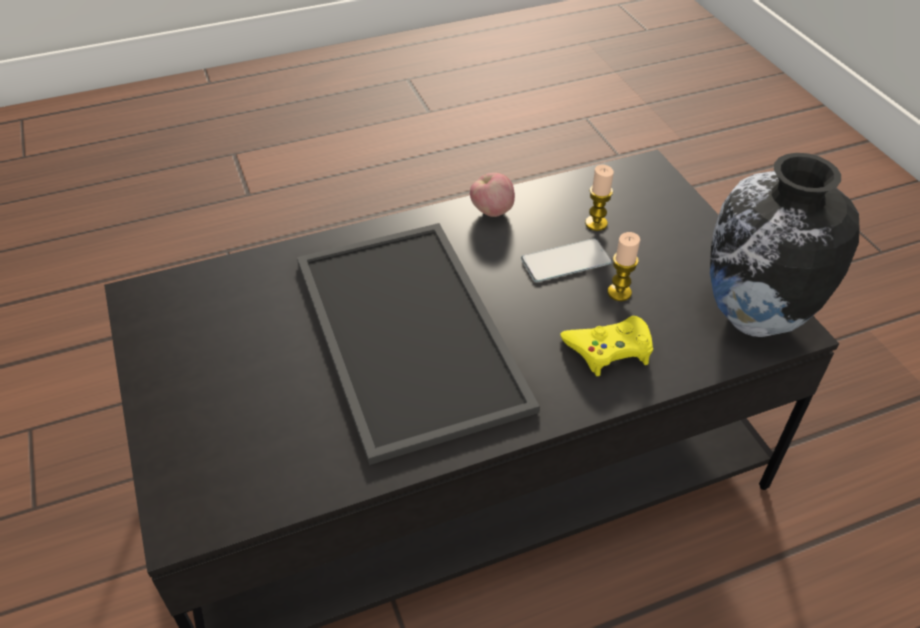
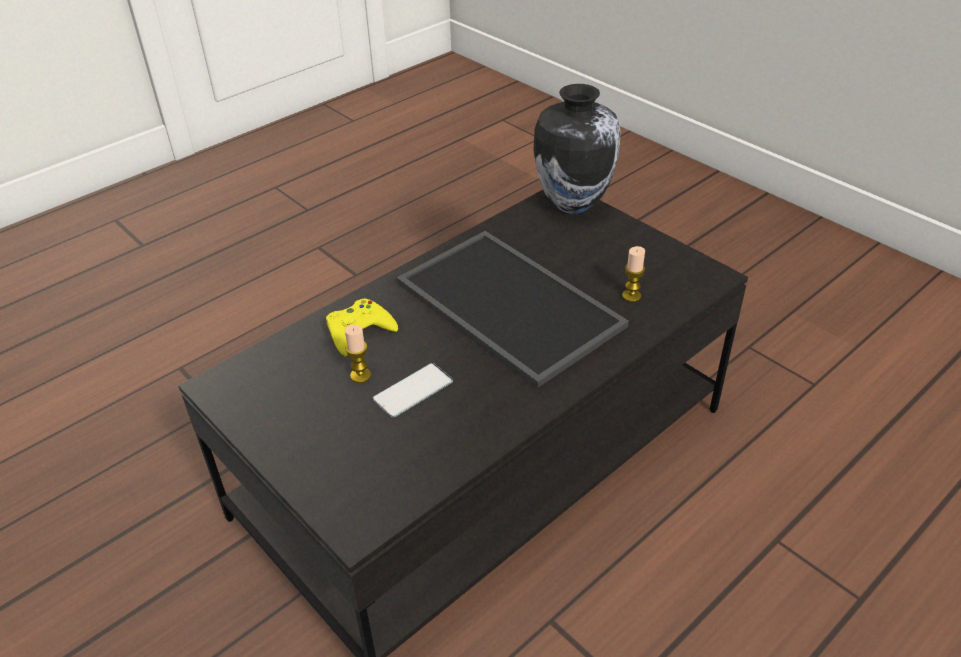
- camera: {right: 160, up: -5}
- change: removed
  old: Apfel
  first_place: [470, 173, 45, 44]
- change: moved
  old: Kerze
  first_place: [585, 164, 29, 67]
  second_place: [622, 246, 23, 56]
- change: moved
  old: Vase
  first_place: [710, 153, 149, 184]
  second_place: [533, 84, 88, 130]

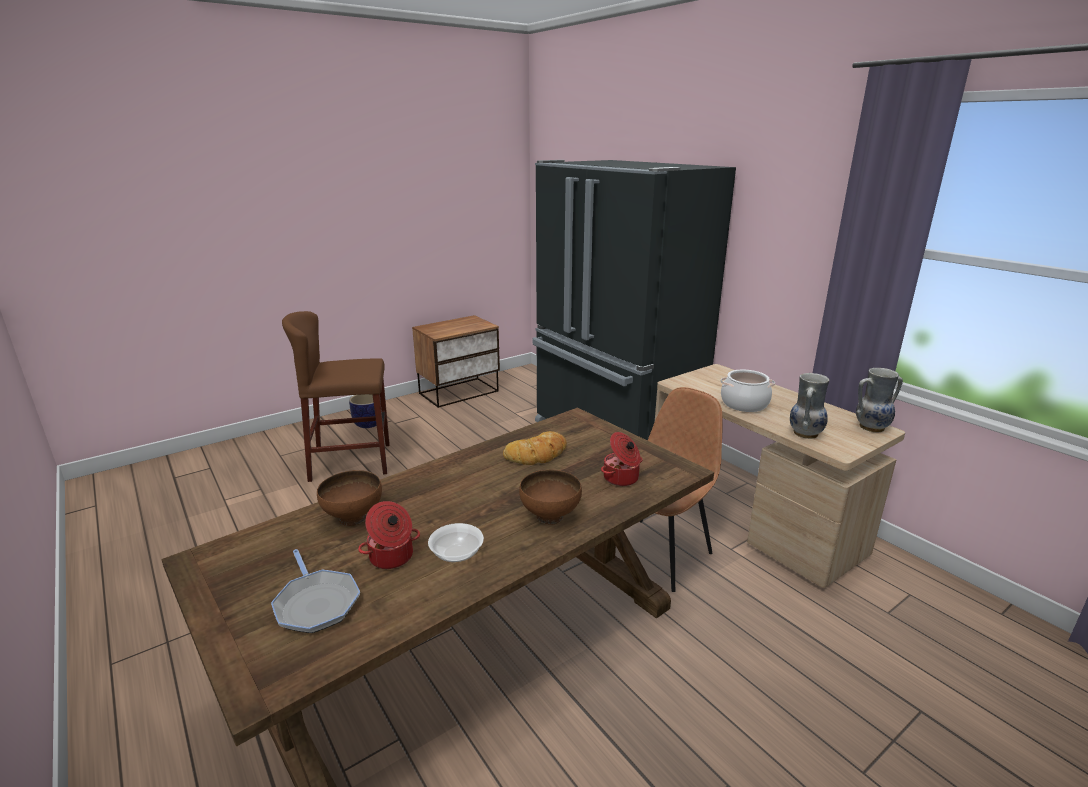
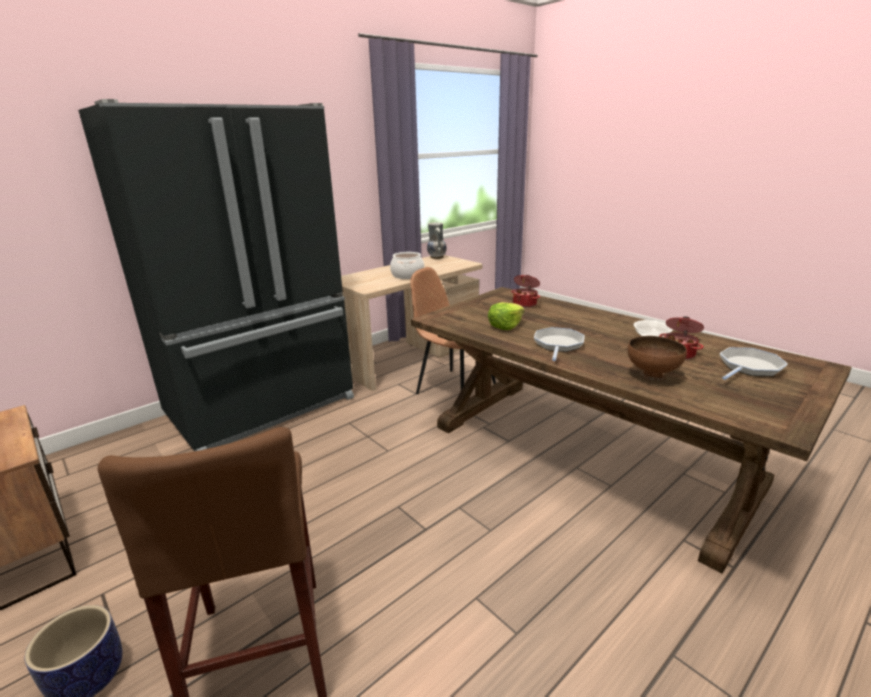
- camera: {right: -95, up: 0}
- change: replaced
  old: Brot
  new: Salatkopf
  first_place: [503, 431, 64, 34]
  second_place: [488, 302, 37, 28]
- change: removed
  old: Schüssel [braun]
  first_place: [519, 470, 63, 55]
- change: removed
  old: Vase
  first_place: [790, 373, 39, 66]
- change: added
  new: Pfanne
  second_place: [534, 327, 51, 34]

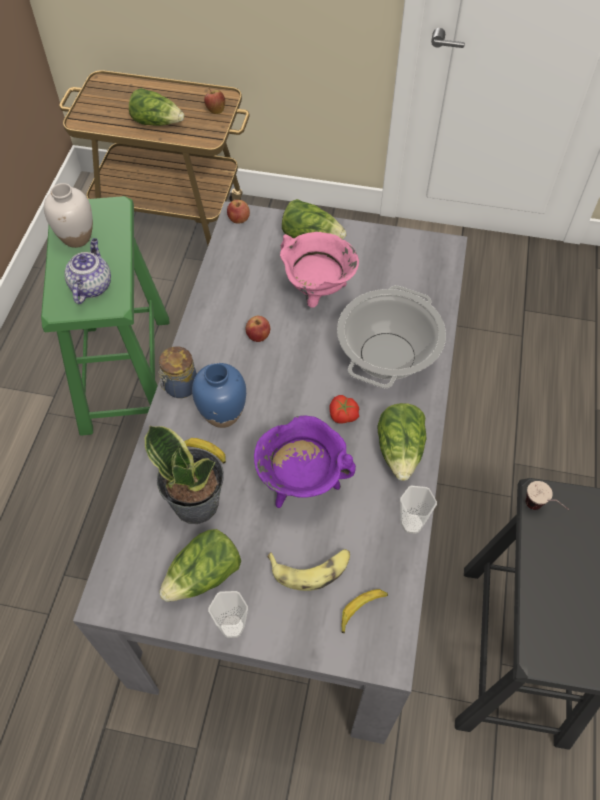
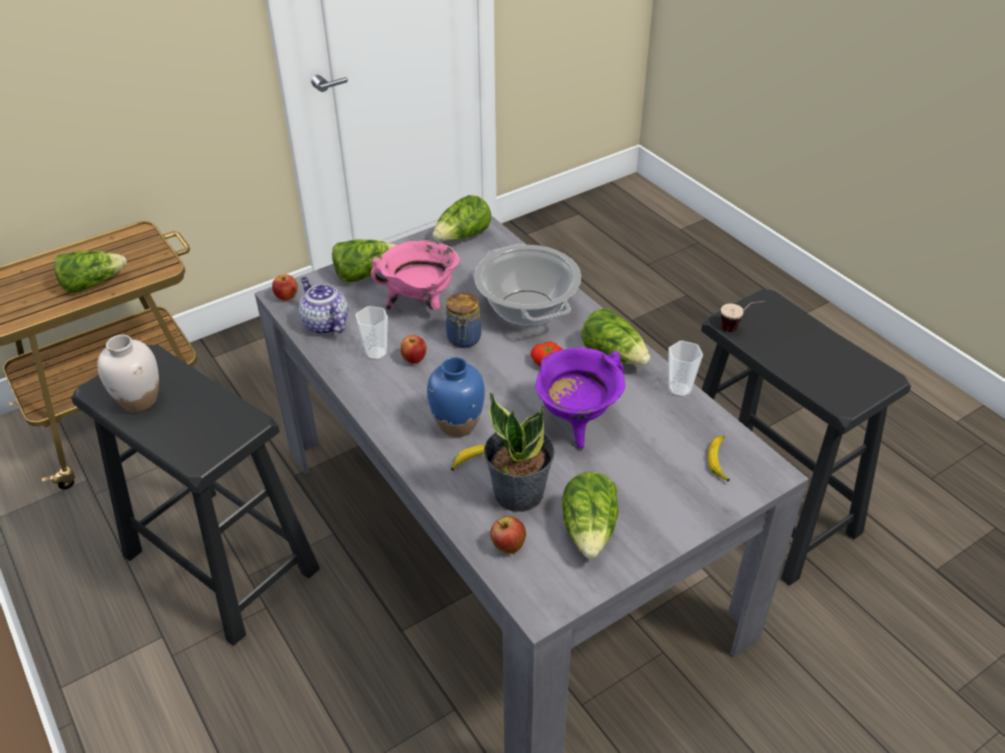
- camera: {right: -45, up: -15}
- change: recoloured
  old: Hocker [grün]
  new: Hocker [schwarz]
  first_place: [41, 196, 128, 240]
  second_place: [71, 345, 249, 300]
- change: moved
  old: Teekanne
  first_place: [64, 238, 47, 66]
  second_place: [299, 277, 49, 57]
- change: moved
  old: Vorratsglas
  first_place: [158, 347, 39, 51]
  second_place: [446, 292, 35, 56]
- change: moved
  old: Apfel
  first_place: [204, 87, 21, 27]
  second_place: [490, 516, 36, 38]
- change: moved
  old: Tasse
  first_place: [208, 591, 40, 47]
  second_place: [355, 306, 33, 55]
- change: removed
  old: Banane
  first_place: [268, 549, 82, 42]
- change: added
  new: Salatkopf
  second_place: [433, 195, 58, 46]

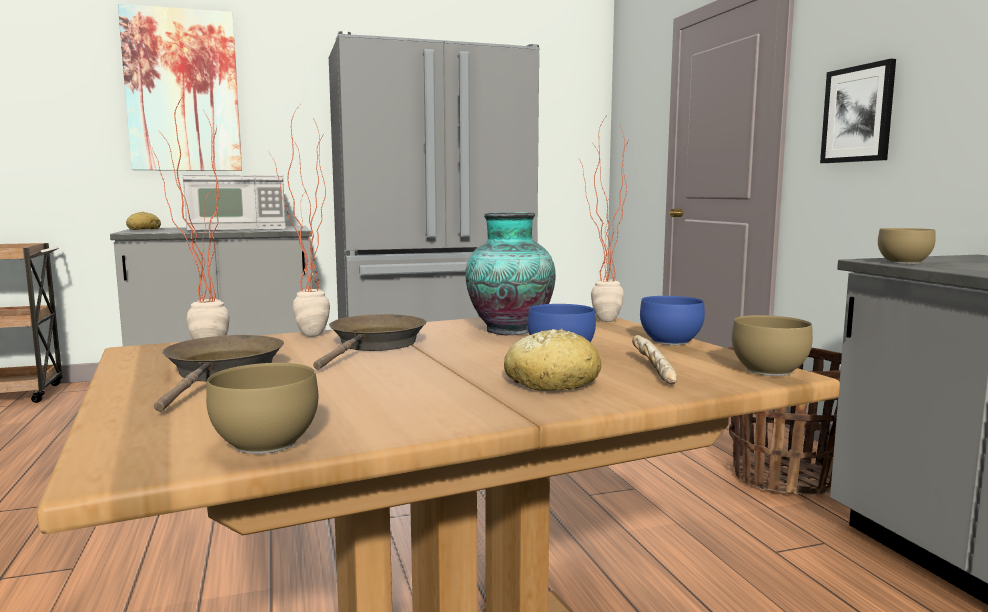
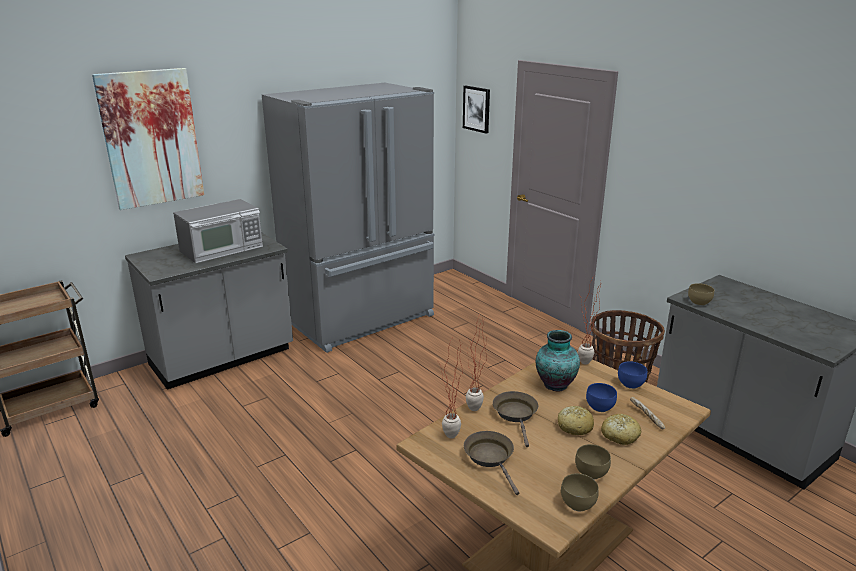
- camera: {right: -20, up: 15}
- change: moved
  old: Brot
  first_place: [126, 212, 35, 18]
  second_place: [558, 406, 36, 29]
- change: moved
  old: Schüssel [braun]
  first_place: [732, 315, 81, 61]
  second_place: [575, 444, 36, 35]
- change: moved
  old: Bild
  first_place: [820, 59, 76, 104]
  second_place: [463, 85, 27, 49]

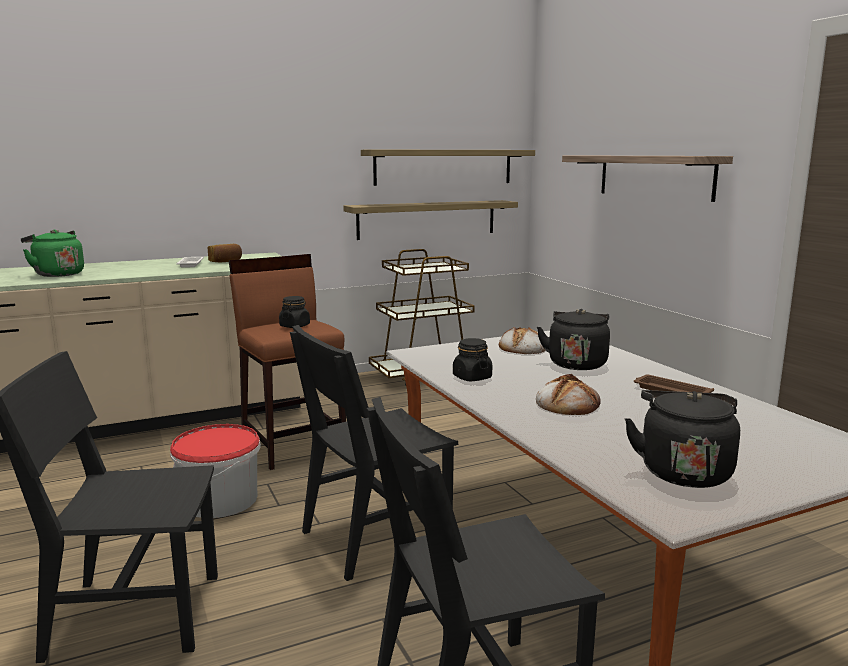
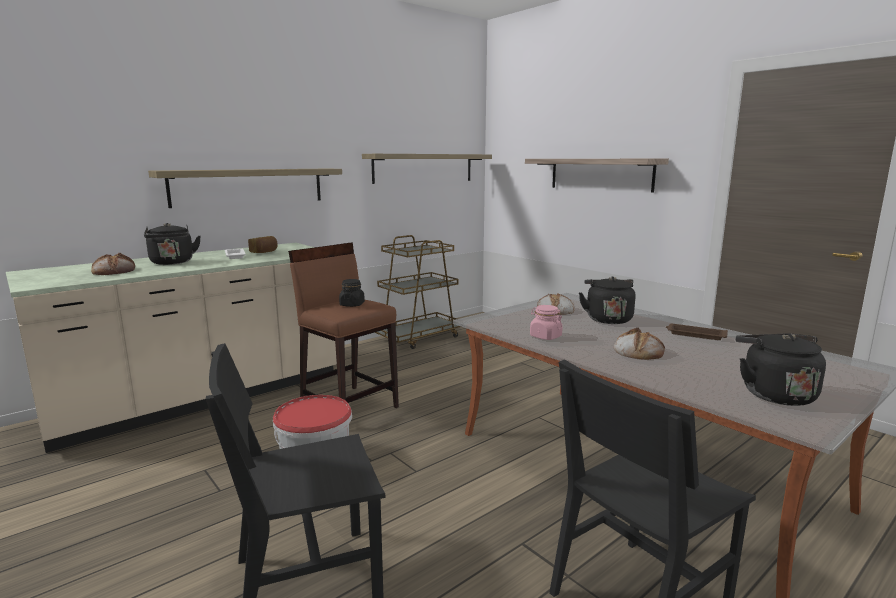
- camera: {right: -15, up: 0}
- change: replaced
  old: Wasserkessel [grün]
  new: Brot
  first_place: [21, 229, 63, 48]
  second_place: [91, 253, 44, 22]
- change: removed
  old: Stuhl [schwarz]
  first_place: [290, 325, 168, 256]
- change: moved
  old: Wandregal
  first_place: [344, 200, 174, 40]
  second_place: [148, 168, 194, 40]
- change: recoloured
  old: Vorratsglas [schwarz]
  new: Vorratsglas [rosa]
  first_place: [453, 338, 39, 43]
  second_place: [530, 305, 33, 35]
- change: added
  new: Wasserkessel [schwarz]
  second_place: [144, 223, 57, 42]

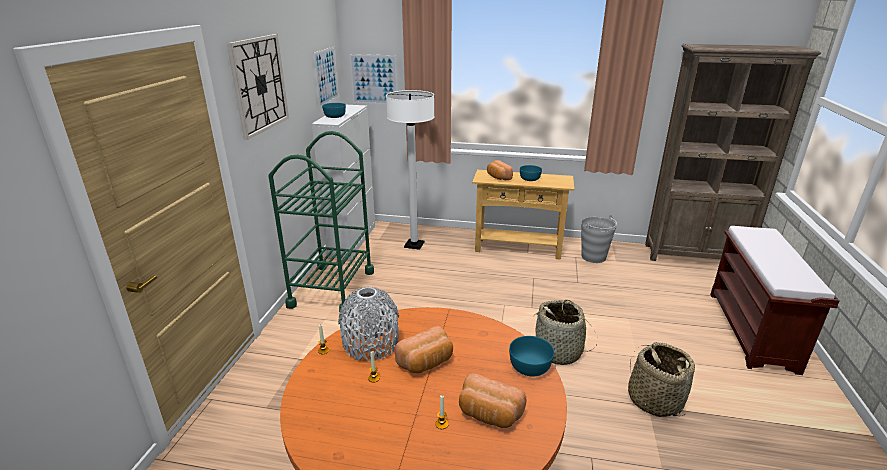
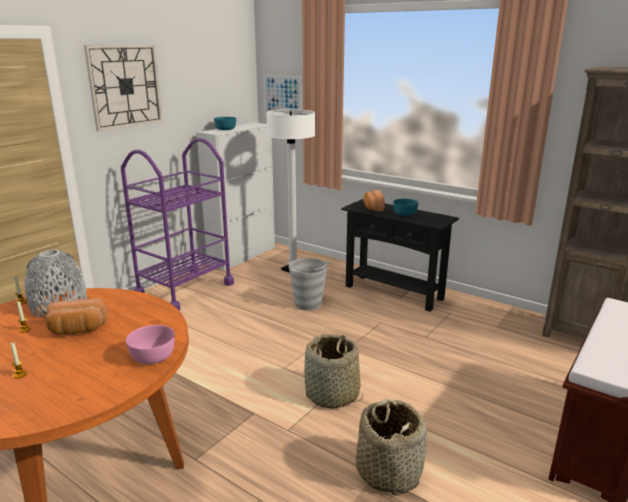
- camera: {right: 25, up: -5}
- change: recoloured
  old: Rollwagen [grün]
  new: Rollwagen [lila]
  first_place: [268, 131, 106, 182]
  second_place: [121, 138, 113, 173]
- change: removed
  old: Bild
  first_place: [313, 47, 26, 61]
- change: removed
  old: Brot
  first_place: [459, 373, 67, 55]
- change: recoloured
  old: Konsolentisch [beige]
  new: Konsolentisch [schwarz]
  first_place: [472, 170, 102, 90]
  second_place: [341, 199, 118, 113]
- change: recoloured
  old: Schüssel [türkis]
  new: Schüssel [rosa]
  first_place: [509, 336, 45, 41]
  second_place: [126, 325, 49, 39]
- change: moved
  old: Eimer [grau]
  first_place: [581, 215, 36, 48]
  second_place: [287, 258, 43, 53]

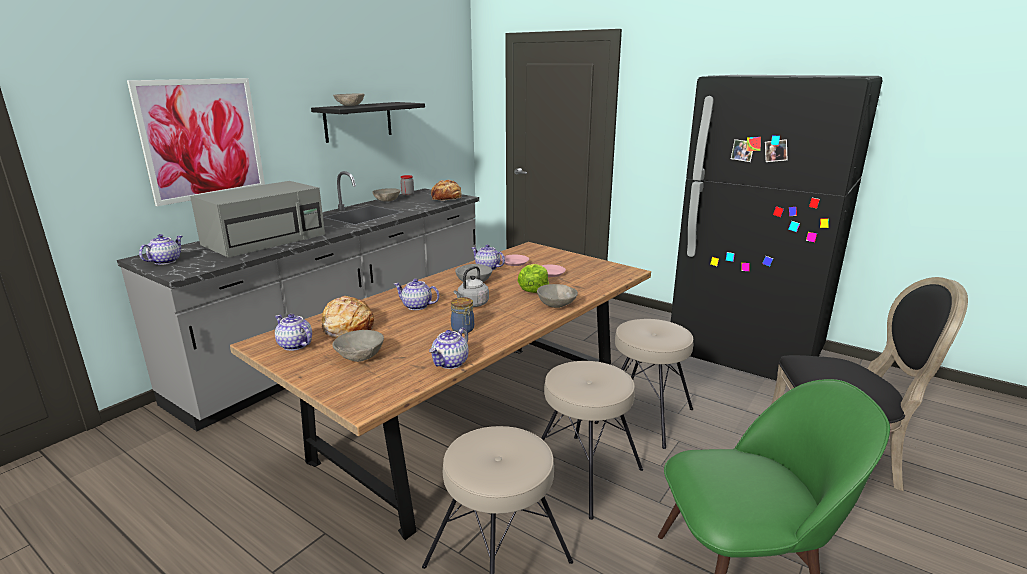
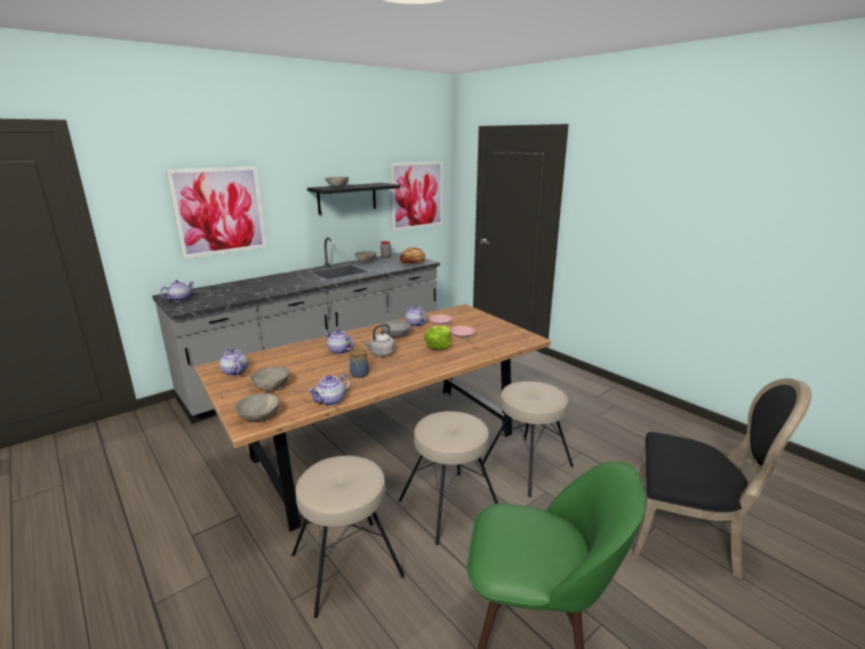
- camera: {right: 15, up: 0}
- change: removed
  old: Mikrowelle [grau]
  first_place: [190, 181, 135, 77]
- change: removed
  old: Brot
  first_place: [322, 296, 52, 42]
- change: moved
  old: Schüssel [grau]
  first_place: [537, 284, 41, 24]
  second_place: [235, 393, 44, 29]
- change: removed
  old: Kühlschrank [schwarz]
  first_place: [671, 75, 212, 306]
- change: added
  new: Bild
  second_place: [390, 161, 53, 70]

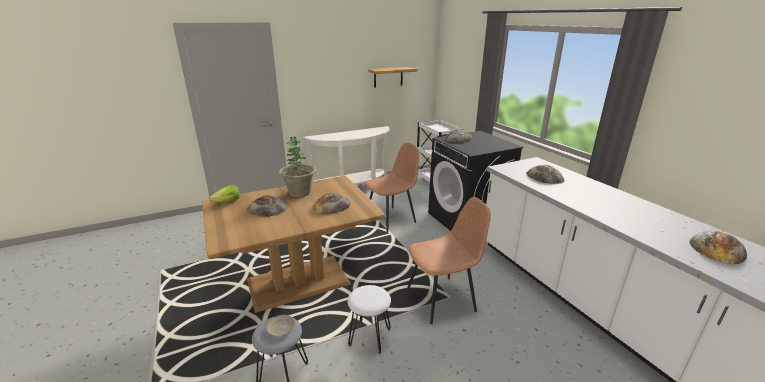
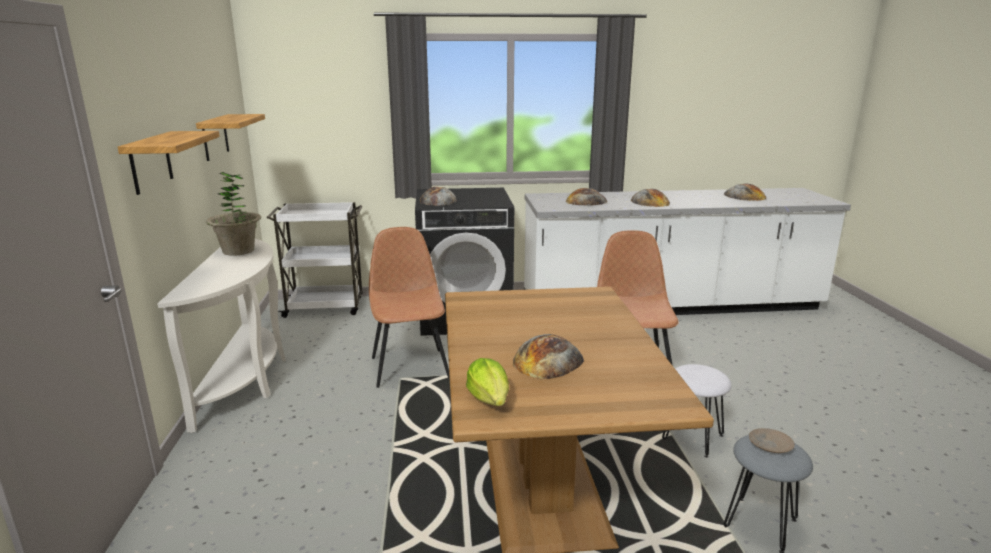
- camera: {right: -70, up: -5}
- change: moved
  old: Topfpflanze
  first_place: [279, 137, 38, 60]
  second_place: [206, 172, 55, 84]
- change: moved
  old: Brot
  first_place: [313, 193, 38, 21]
  second_place: [631, 189, 39, 18]
- change: added
  new: Wandregal
  second_place: [118, 131, 102, 64]

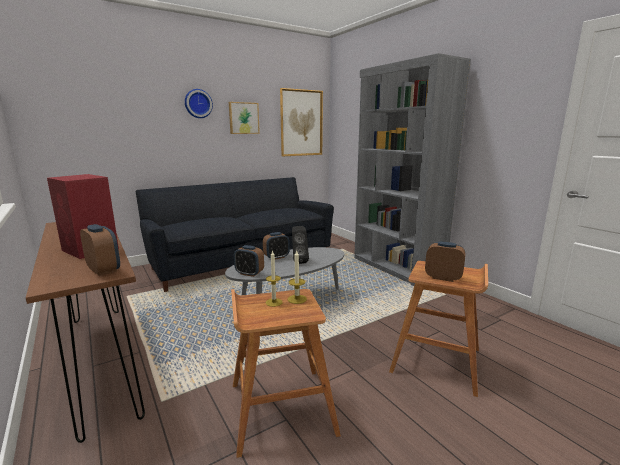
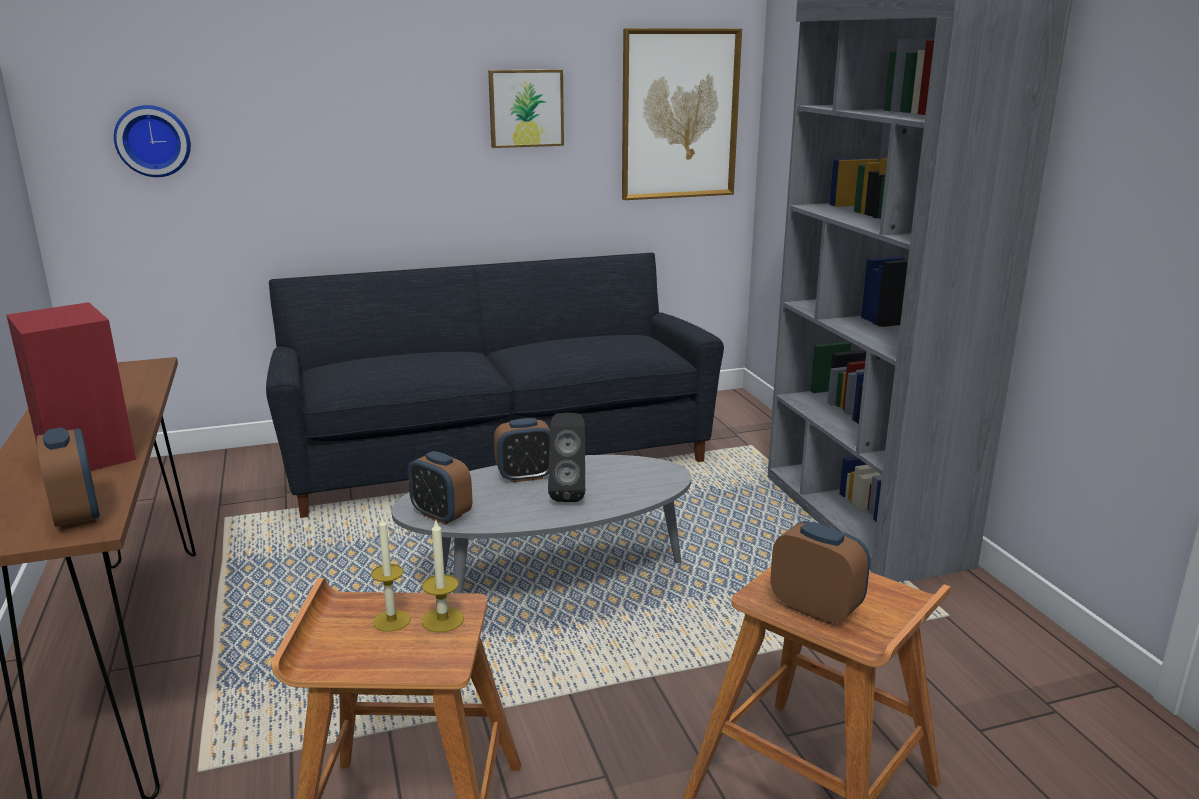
- camera: {right: 15, up: 5}
- change: moved
  old: Wanduhr
  first_place: [185, 89, 28, 29]
  second_place: [114, 105, 77, 72]

